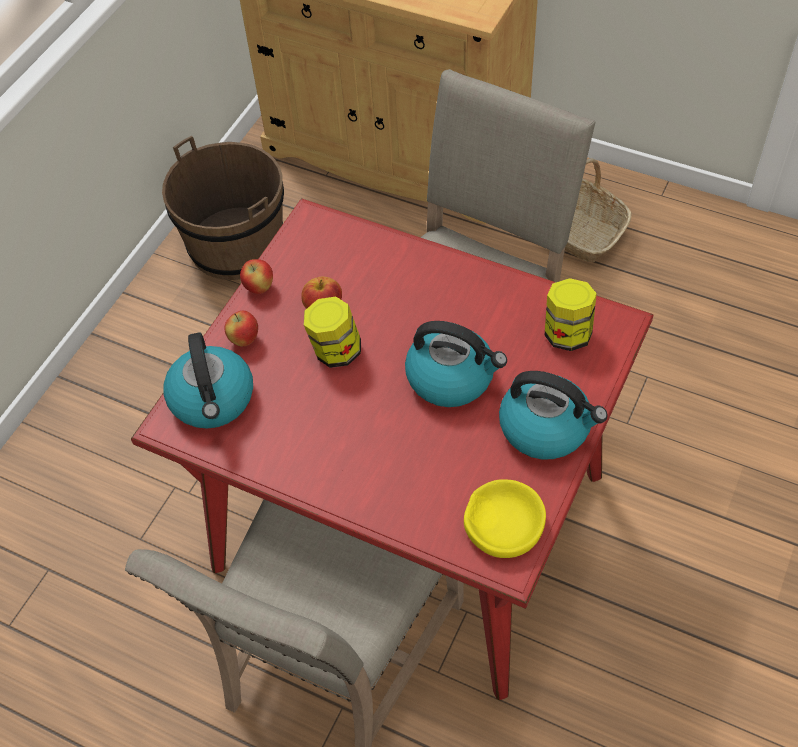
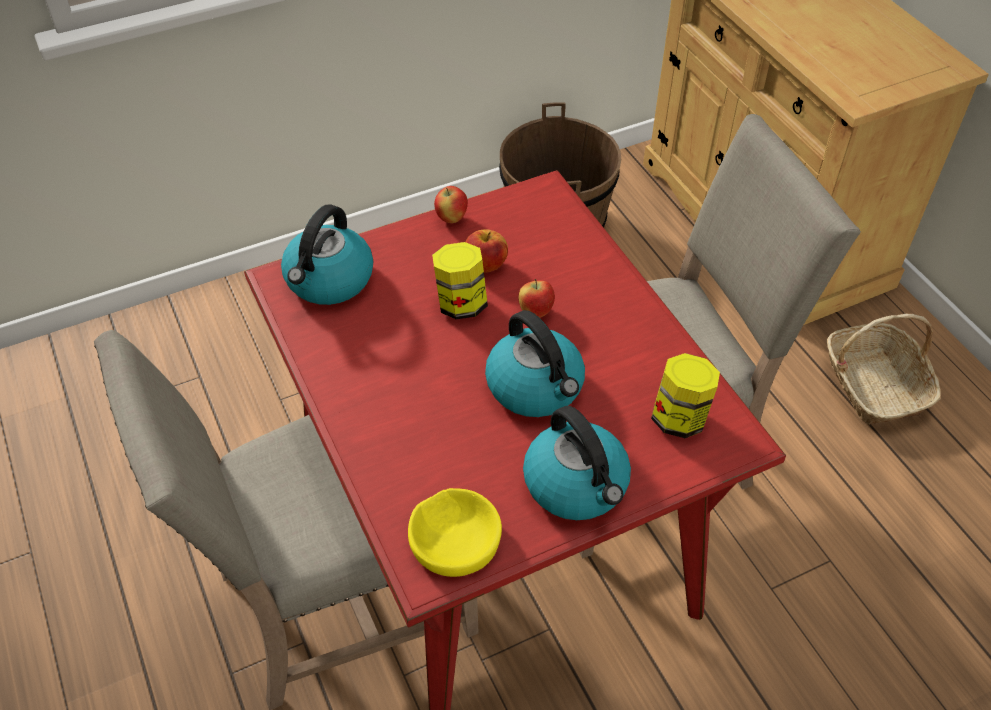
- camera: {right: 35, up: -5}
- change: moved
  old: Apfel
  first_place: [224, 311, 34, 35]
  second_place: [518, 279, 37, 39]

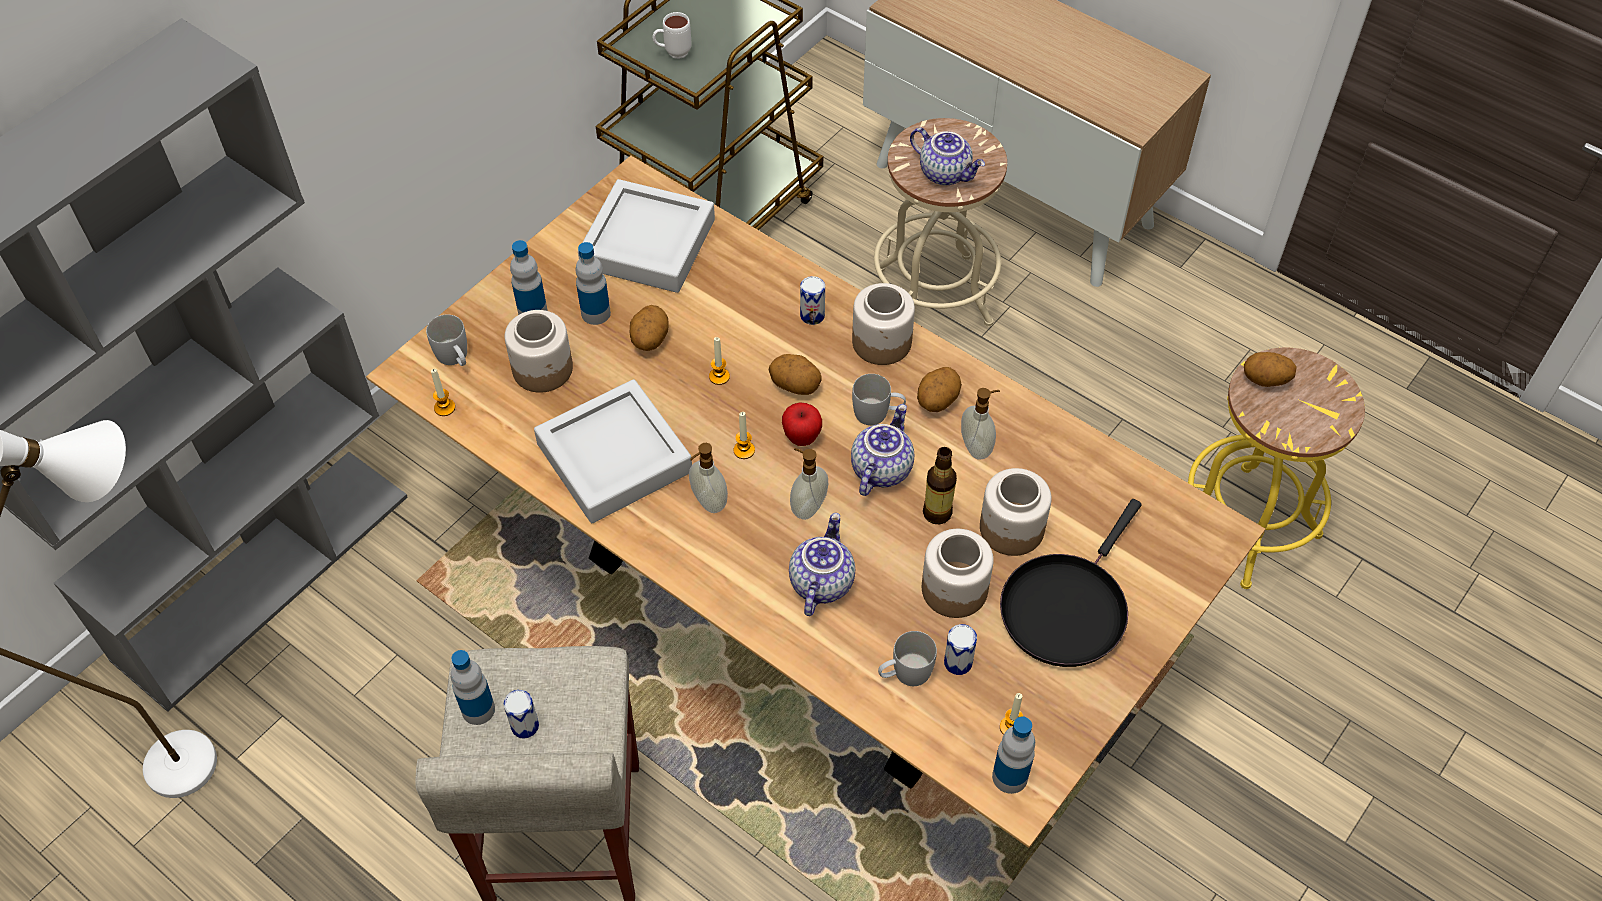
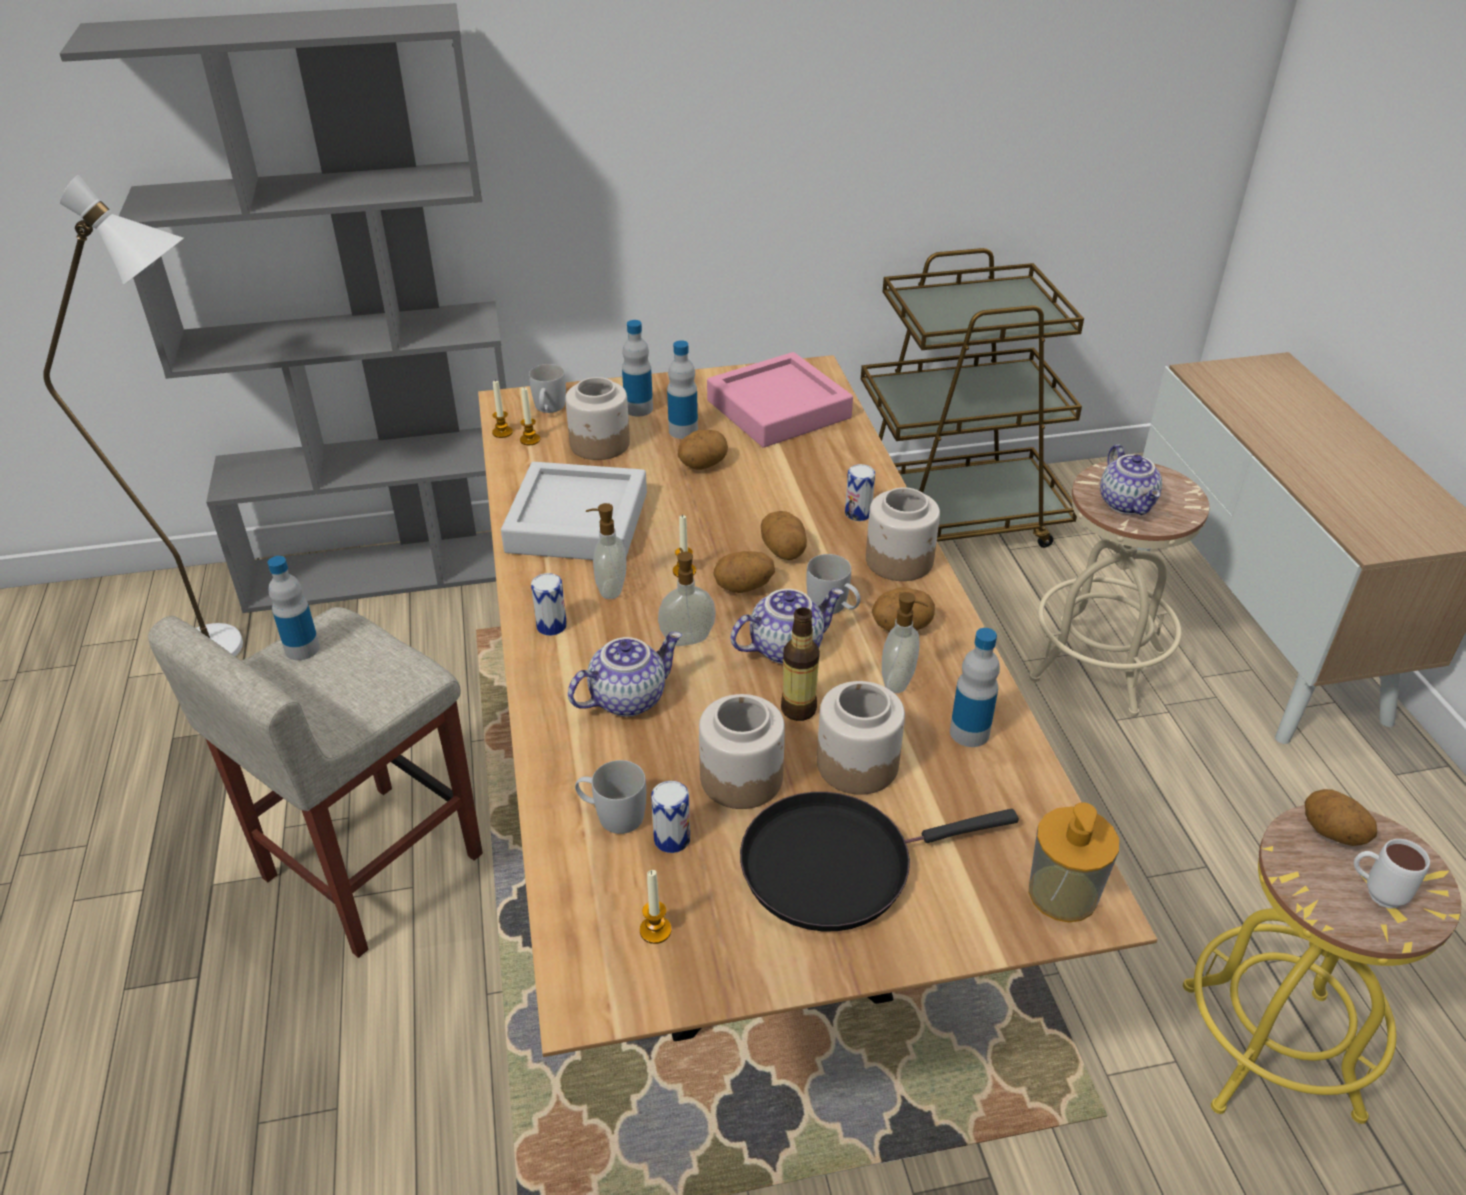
- camera: {right: 40, up: -15}
- change: moved
  old: Dose
  first_place: [504, 690, 35, 48]
  second_place: [531, 573, 36, 63]
- change: recoloured
  old: Tablett [grau]
  new: Tablett [rosa]
  first_place: [578, 179, 137, 114]
  second_place: [707, 352, 146, 96]
- change: moved
  old: Henkelbecher [weiß]
  first_place: [652, 12, 40, 47]
  second_place: [1354, 839, 76, 70]
- change: moved
  old: Kerze
  first_place: [709, 337, 21, 48]
  second_place: [520, 388, 20, 57]
- change: replaced
  old: Apfel
  new: Kartoffel
  first_place: [782, 402, 40, 44]
  second_place: [713, 551, 62, 42]
- change: moved
  old: Flasche
  first_place: [992, 716, 43, 78]
  second_place: [950, 628, 50, 119]
- change: added
  new: Seifenspender
  second_place: [1029, 802, 90, 120]

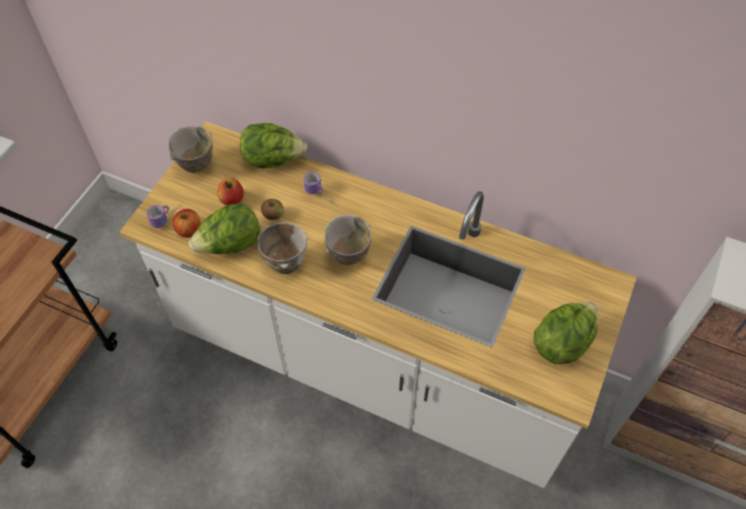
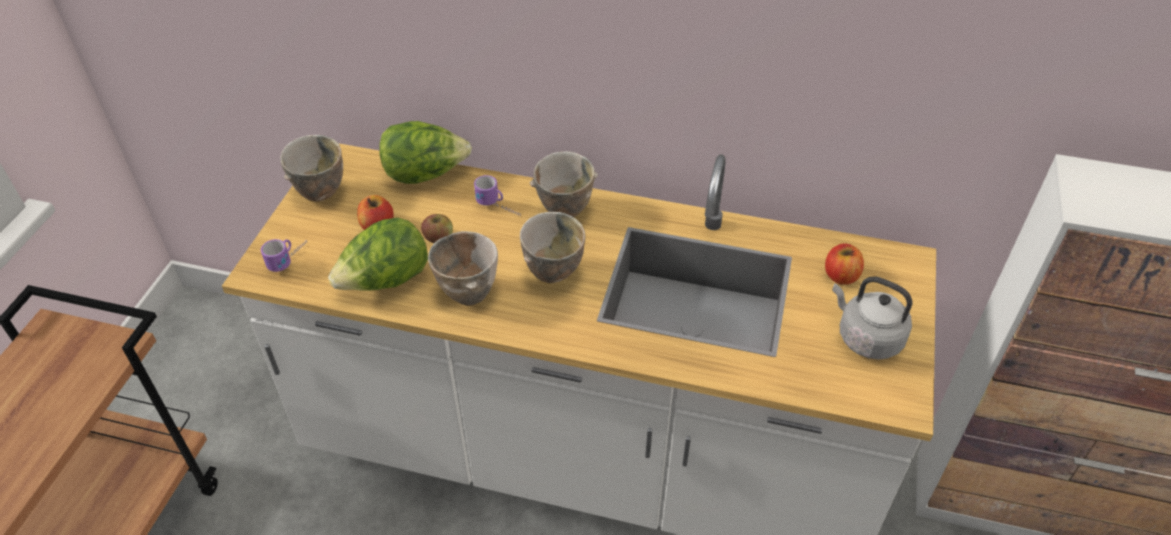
- camera: {right: -10, up: -10}
- change: moved
  old: Apfel
  first_place: [173, 209, 27, 29]
  second_place: [825, 243, 39, 42]
- change: replaced
  old: Salatkopf
  new: Wasserkessel [grau]
  first_place: [534, 302, 64, 62]
  second_place: [832, 276, 81, 84]
- change: added
  new: Schüssel
  second_place: [530, 151, 68, 66]

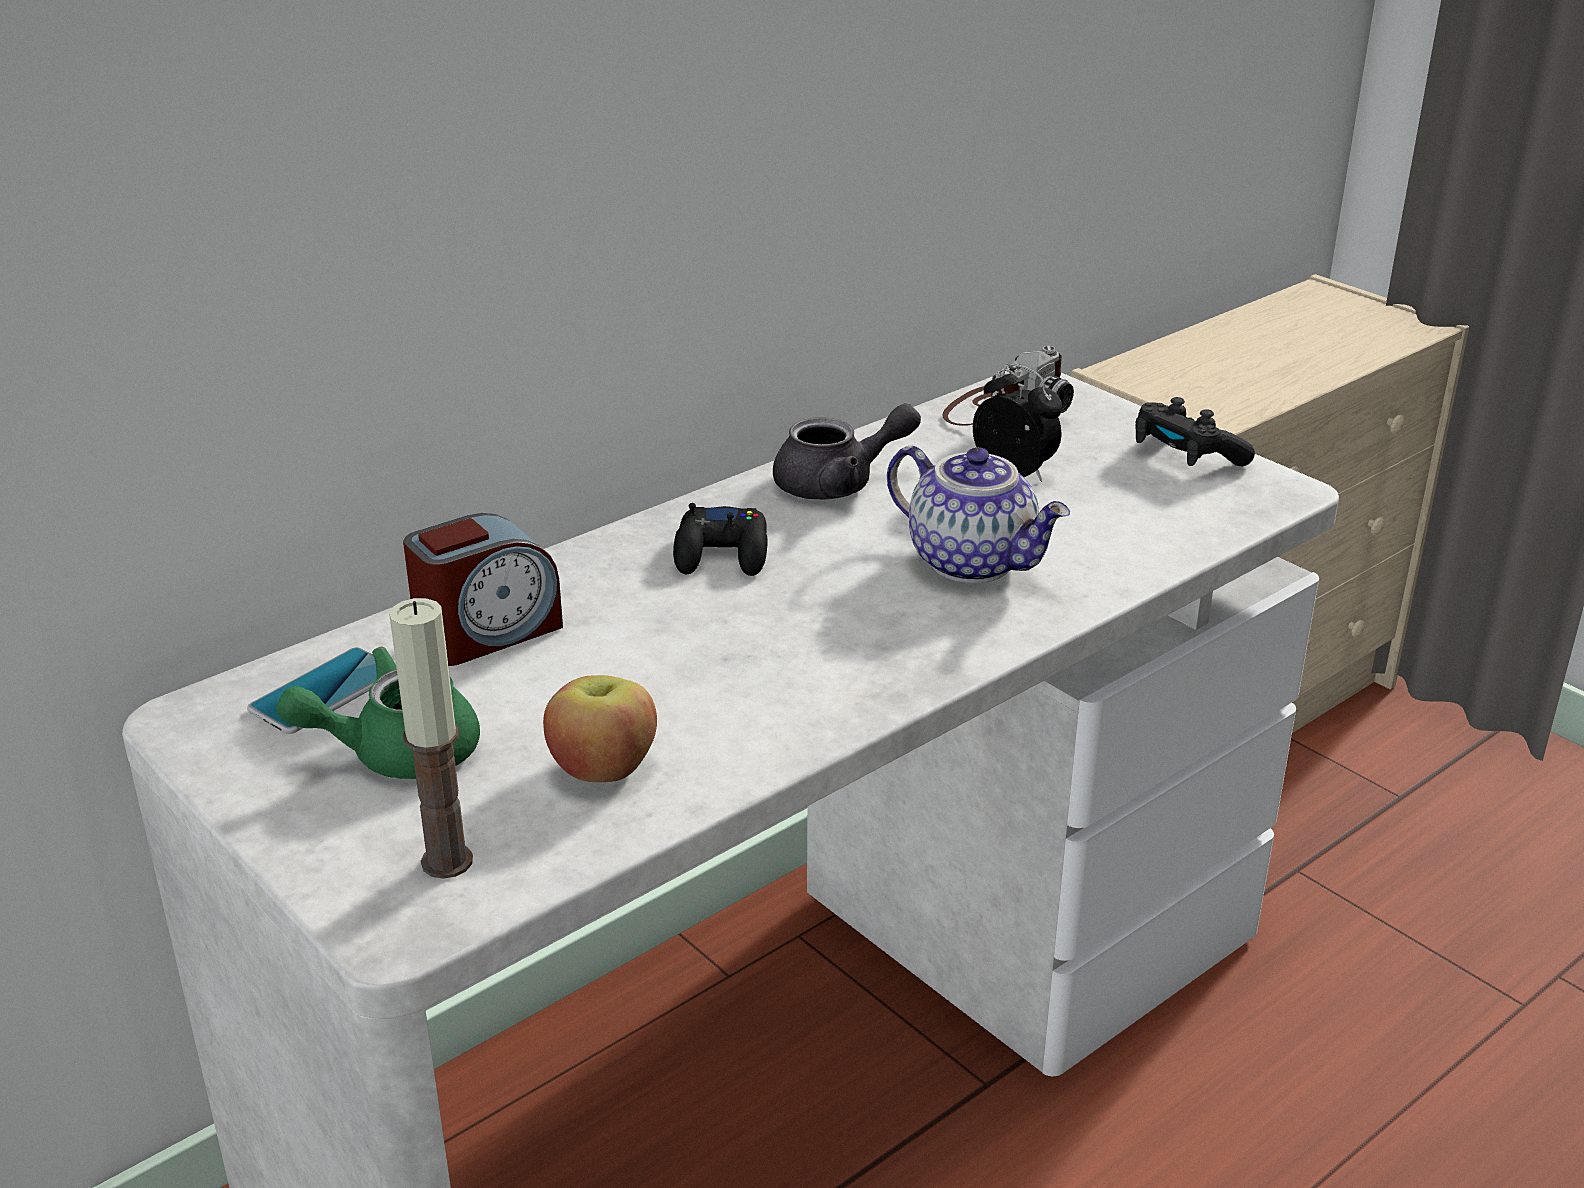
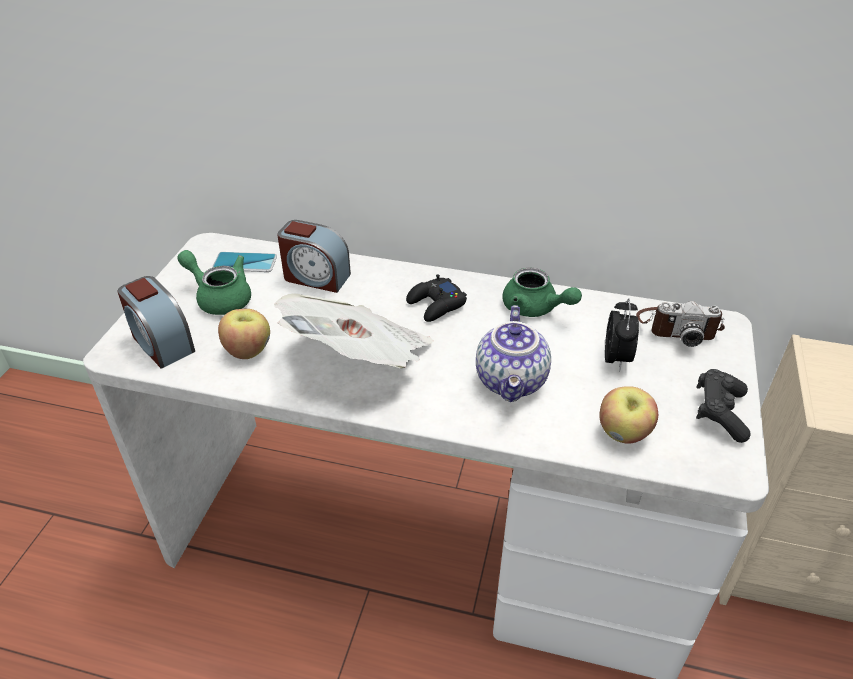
- camera: {right: 55, up: 10}
- change: replaced
  old: Kerze
  new: Wecker
  first_place: [389, 598, 84, 281]
  second_place: [118, 276, 77, 92]
- change: recoloured
  old: Teekanne [grau]
  new: Teekanne [grün]
  first_place: [773, 403, 148, 97]
  second_place: [502, 268, 80, 49]
- change: added
  new: Zeitung
  second_place: [274, 293, 159, 76]
- change: added
  new: Apfel
  second_place: [600, 386, 58, 58]

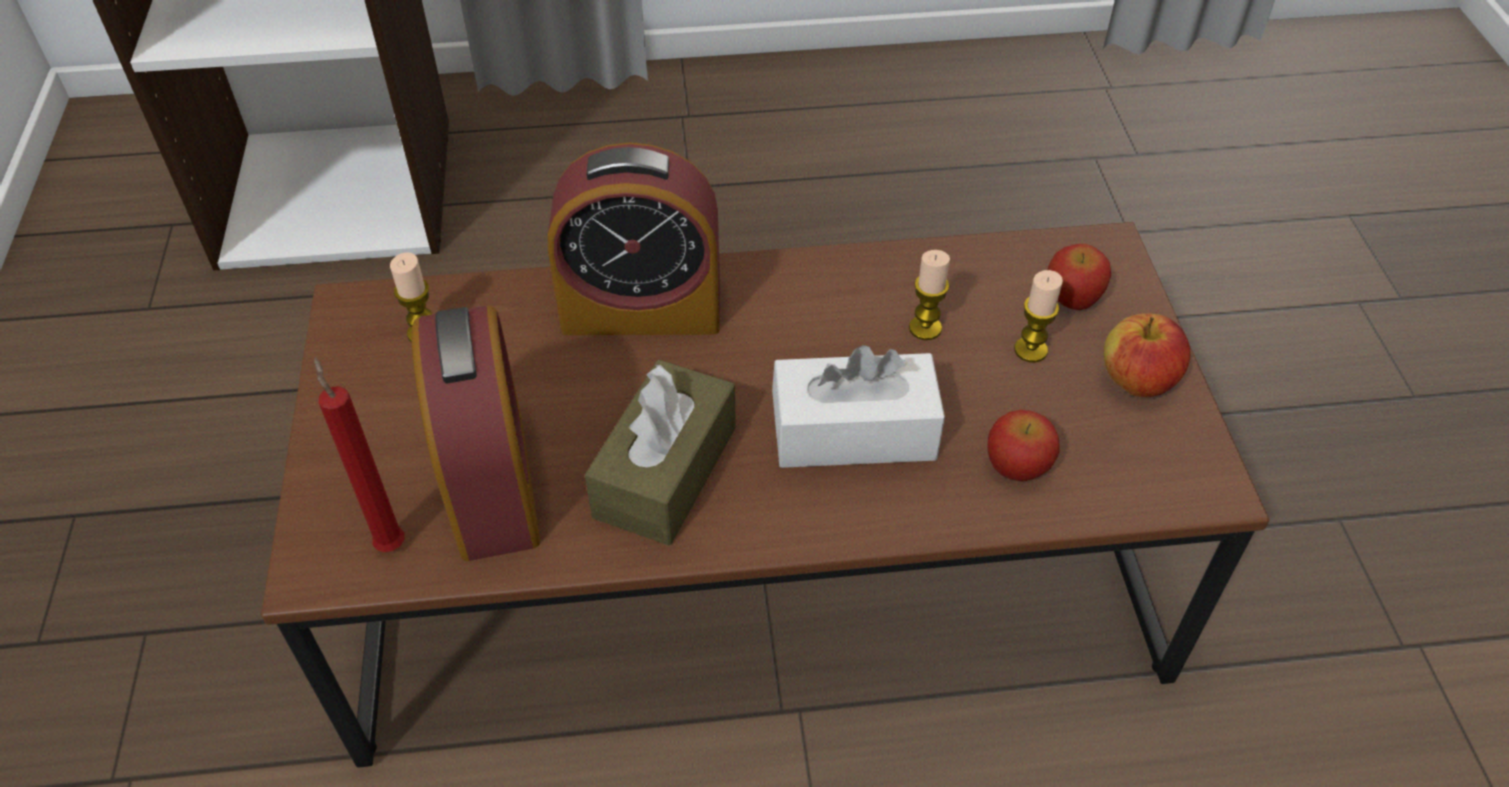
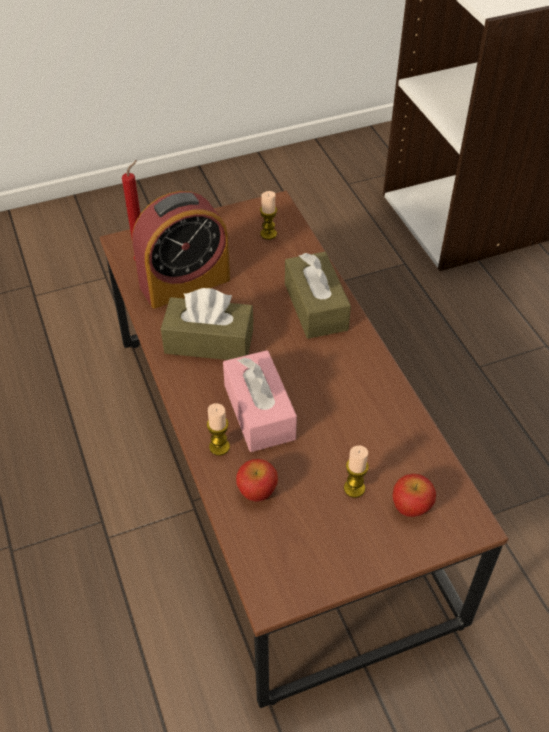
- camera: {right: 75, up: 0}
- change: replaced
  old: Wecker
  new: Taschentuchbox [braun]
  first_place: [548, 143, 172, 192]
  second_place: [285, 252, 66, 87]
- change: recoloured
  old: Taschentuchbox [weiß]
  new: Taschentuchbox [rosa]
  first_place: [772, 345, 173, 123]
  second_place: [223, 350, 74, 102]
- change: moved
  old: Kerze
  first_place: [909, 250, 41, 90]
  second_place: [207, 403, 23, 53]
- change: removed
  old: Apfel
  first_place: [1104, 313, 87, 84]

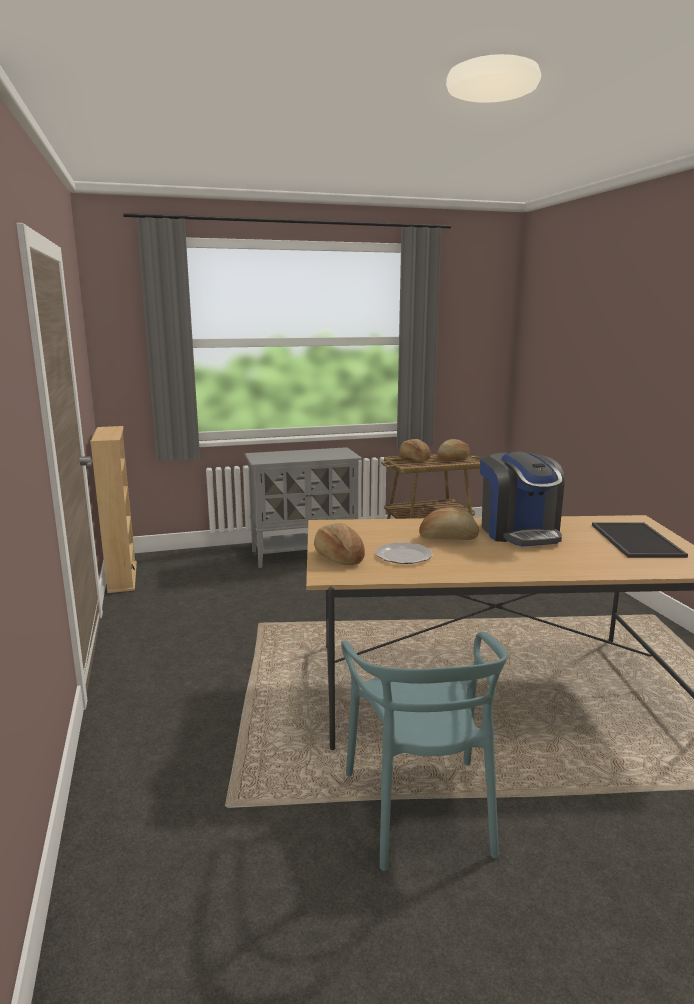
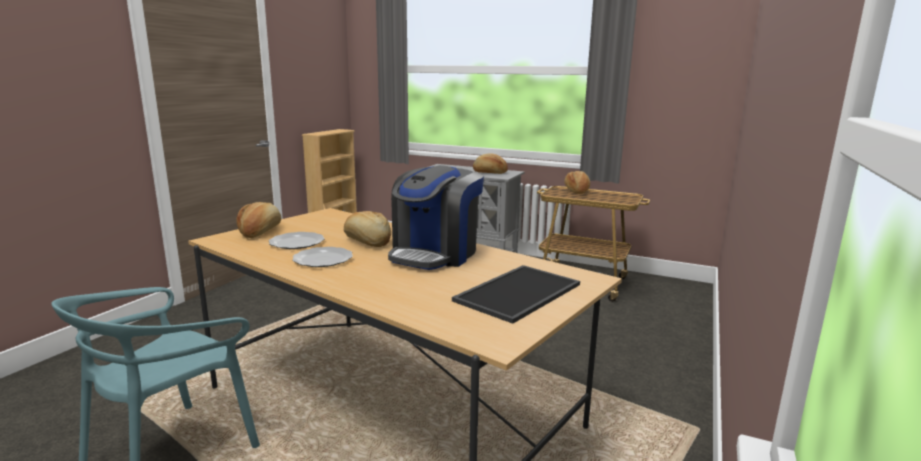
- camera: {right: 40, up: 0}
- change: moved
  old: Brot
  first_place: [437, 439, 33, 21]
  second_place: [473, 153, 35, 21]
- change: added
  new: Teller
  second_place: [292, 247, 61, 20]

